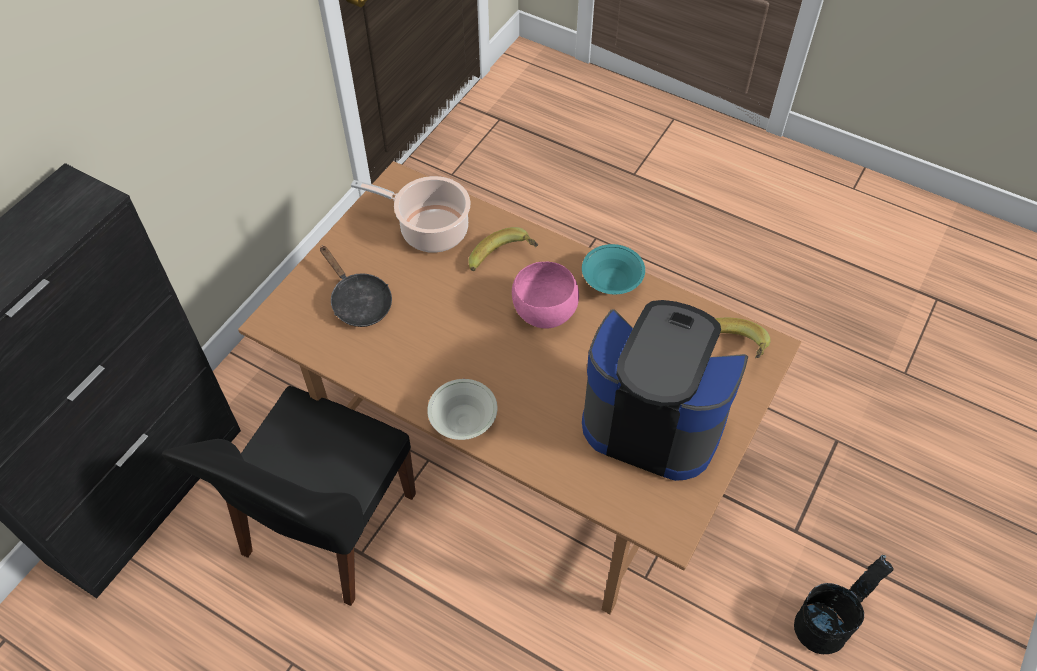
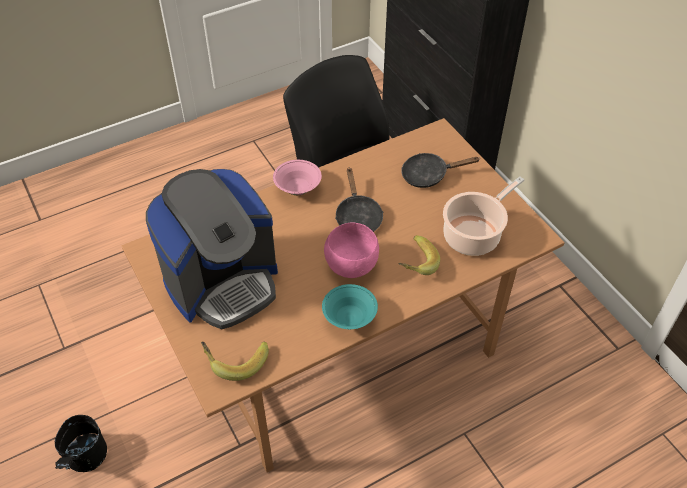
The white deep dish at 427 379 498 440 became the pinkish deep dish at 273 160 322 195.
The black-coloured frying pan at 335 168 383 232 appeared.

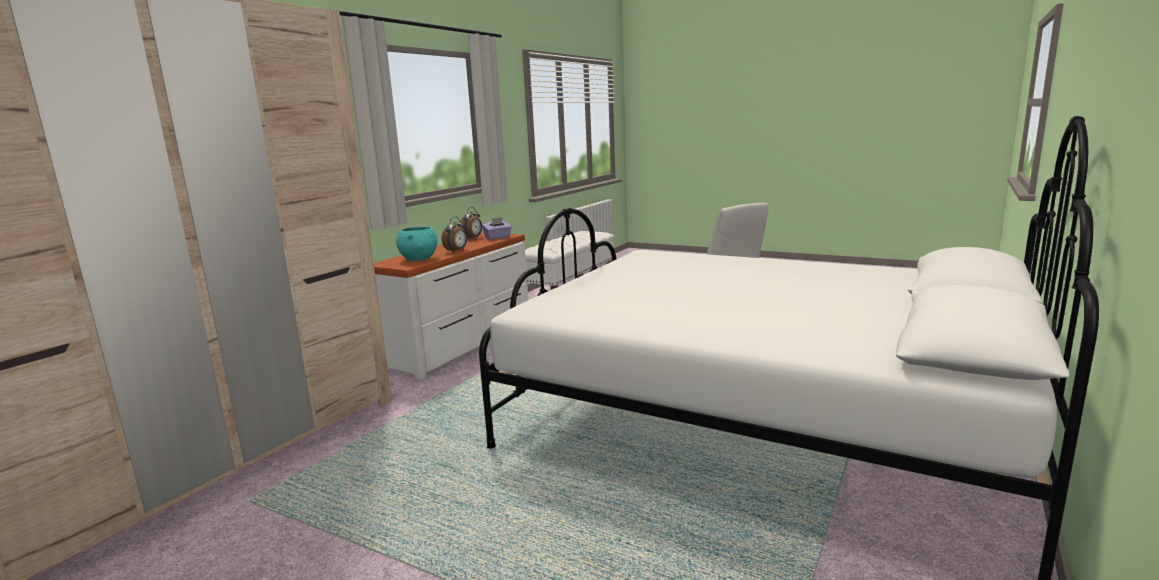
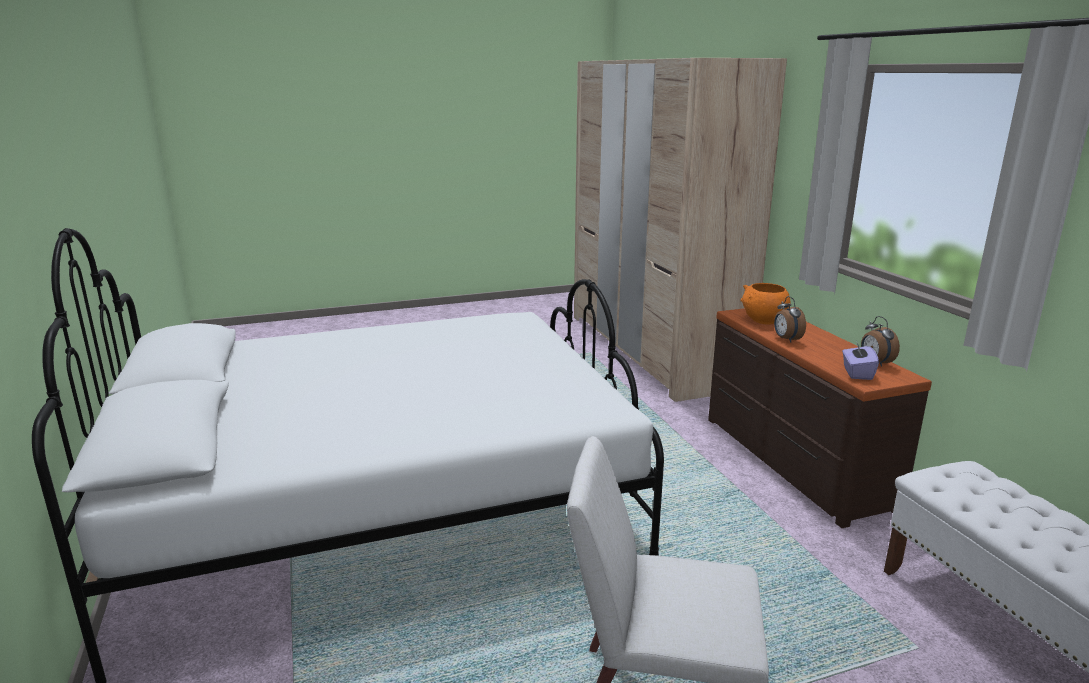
The white chest of drawers at 374 233 528 380 became the brown-coloured chest of drawers at 708 308 932 528.
The turquoise deep dish at 396 227 438 261 became the orange-coloured deep dish at 741 283 790 325.

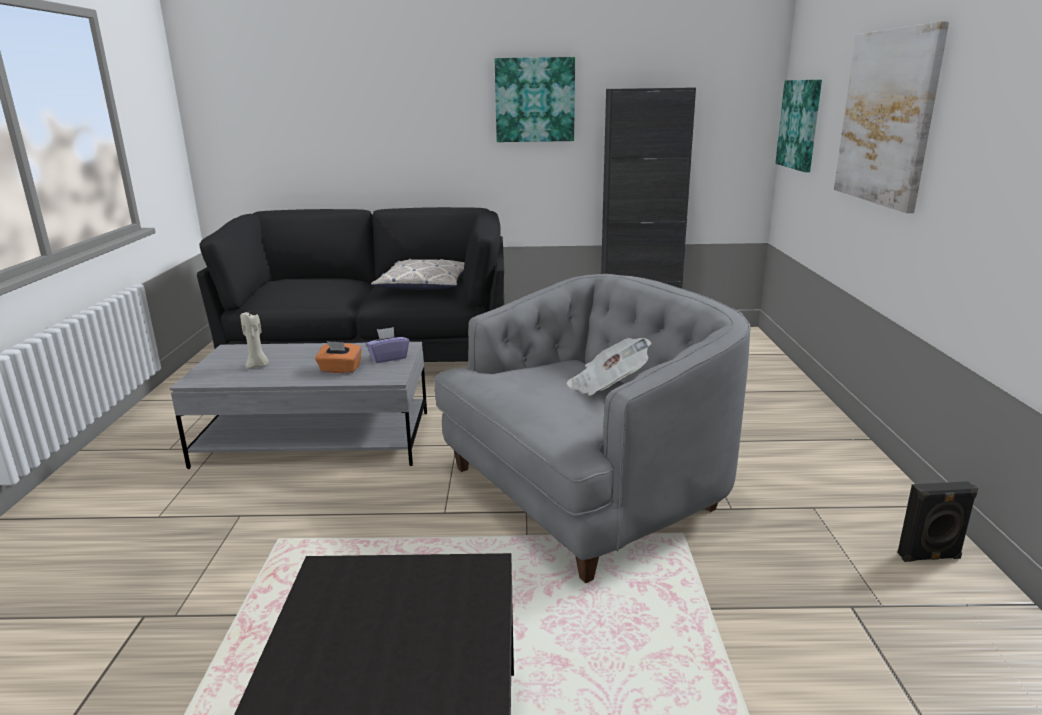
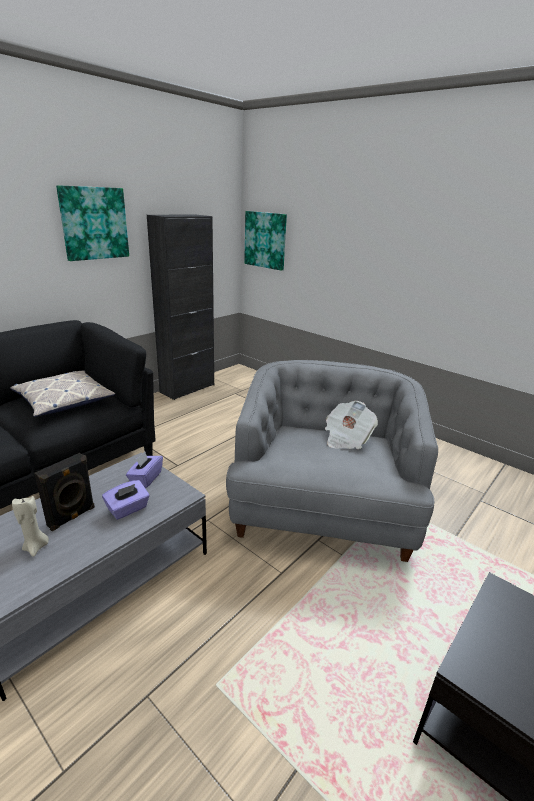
The orange-coloured tissue box at 315 341 362 373 became the purple-coloured tissue box at 102 480 150 520.
The picture at 834 21 949 213 disappeared.
The black-coloured loudspeaker moved from 897 481 978 562 to 34 453 95 531.

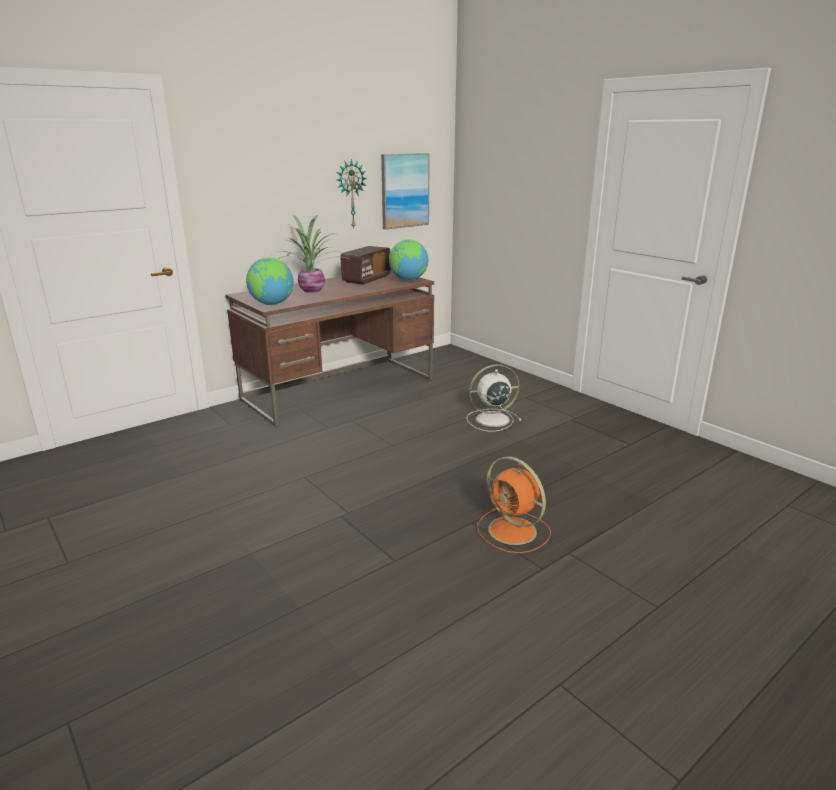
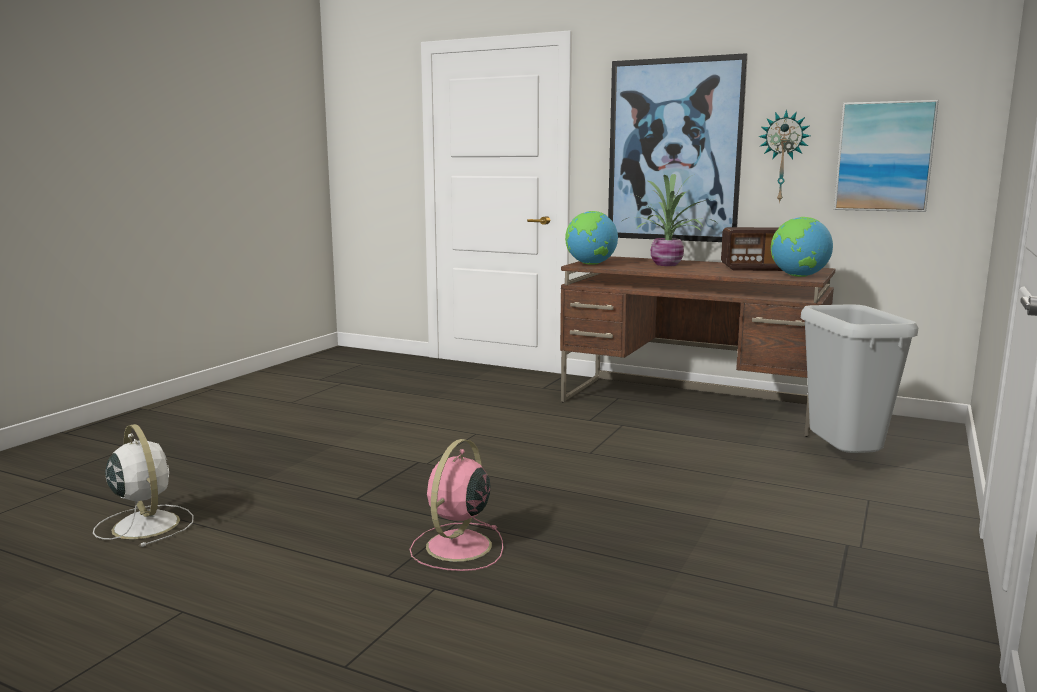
The white electric fan moved from 466 364 521 432 to 93 424 193 547.
The orange-coloured electric fan at 477 456 551 553 became the pinkish electric fan at 410 439 503 571.
The picture at 608 53 748 242 appeared.
The grey rubbish bin at 801 304 918 453 appeared.

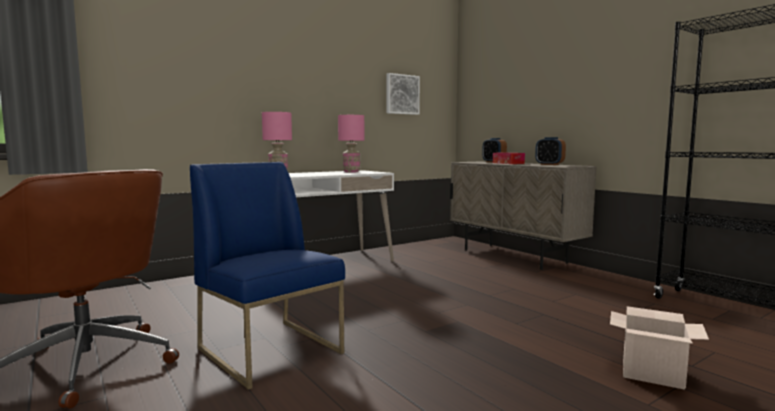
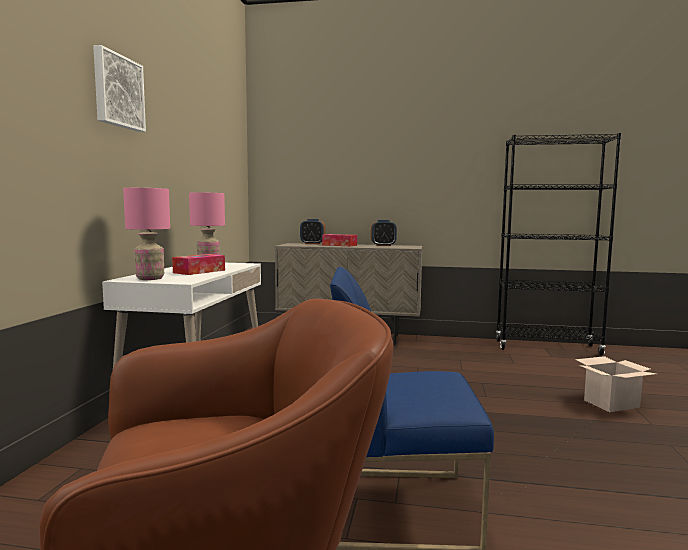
The picture moved from 386 73 420 115 to 93 45 146 132.
The tissue box at 172 254 225 275 appeared.

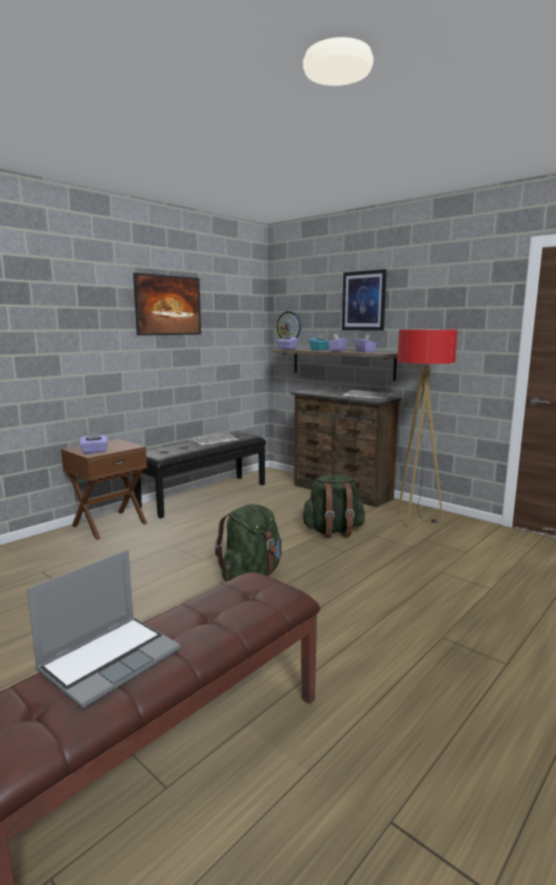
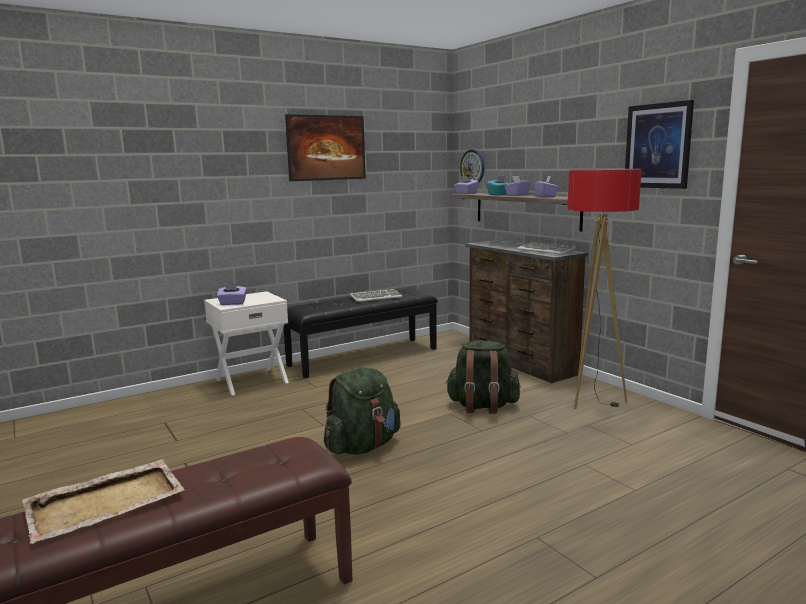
The portable computer at 27 550 180 709 was replaced by the beige tray at 22 459 185 544.
The brown-coloured night table at 61 439 147 540 became the white night table at 204 291 289 396.
The picture moved from 342 269 387 331 to 625 100 694 189.

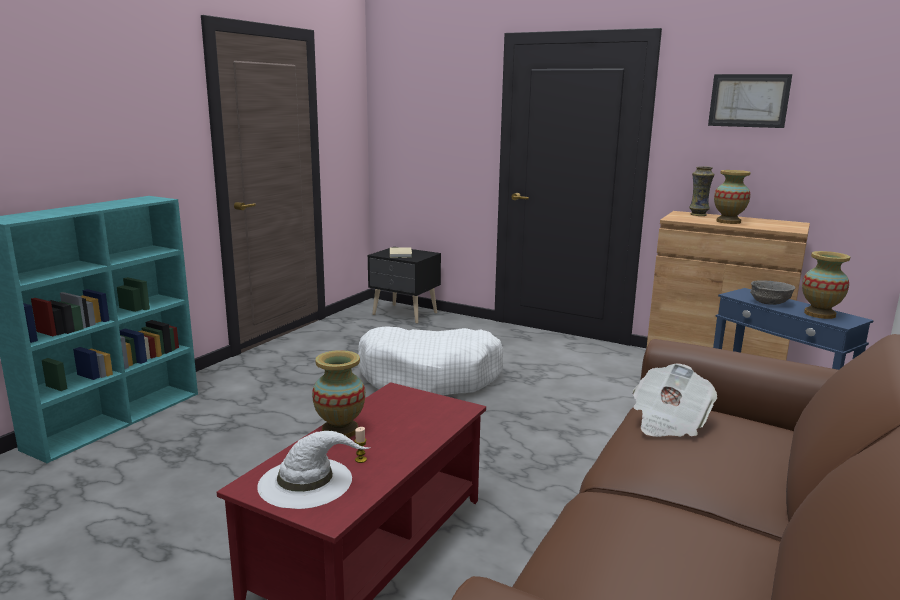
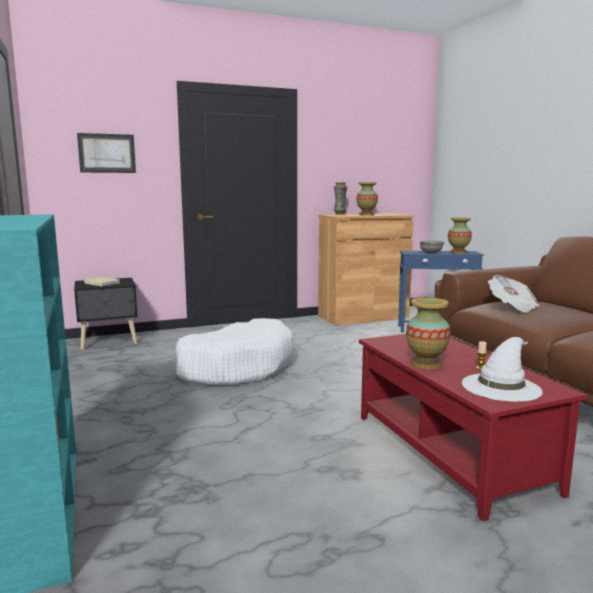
The picture moved from 708 74 792 128 to 77 133 136 173.

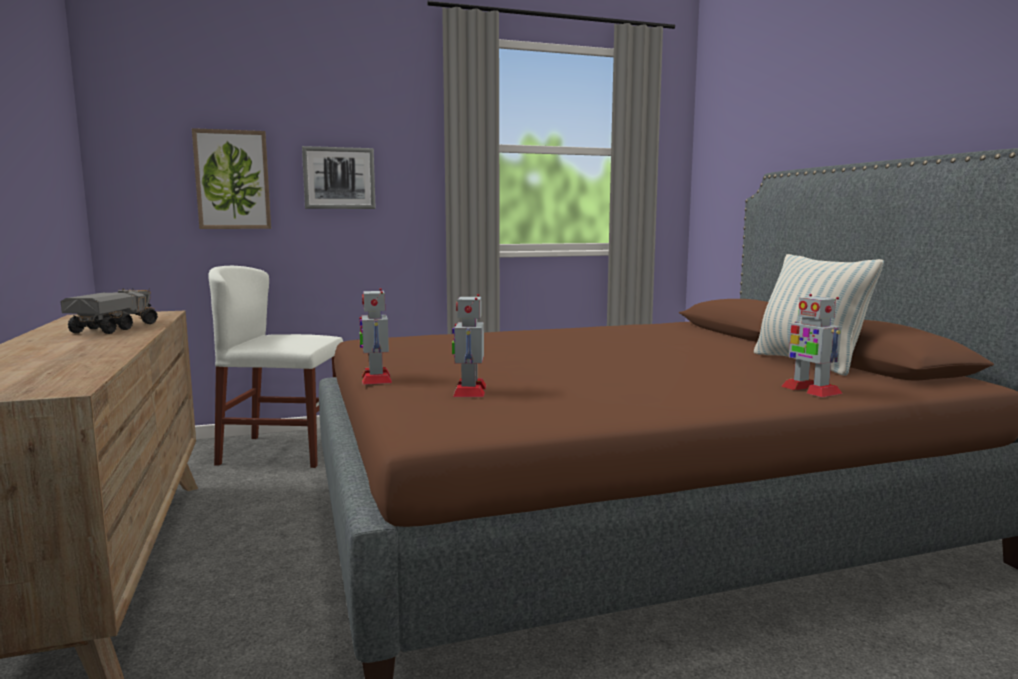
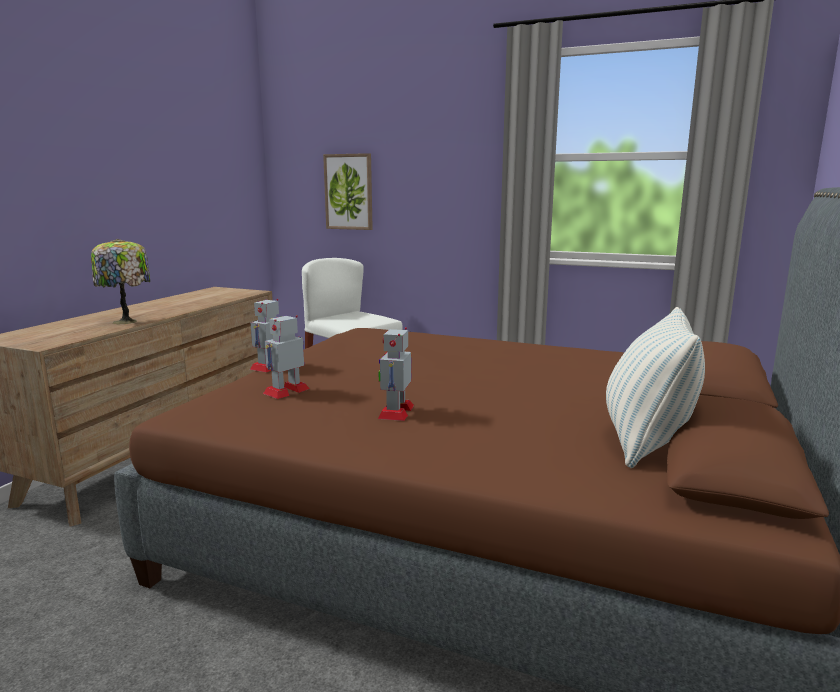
The model truck at 60 288 158 334 disappeared.
The picture at 302 146 376 209 disappeared.
The model robot moved from 781 294 843 397 to 378 327 414 421.
The lamp for a table at 91 239 150 324 appeared.

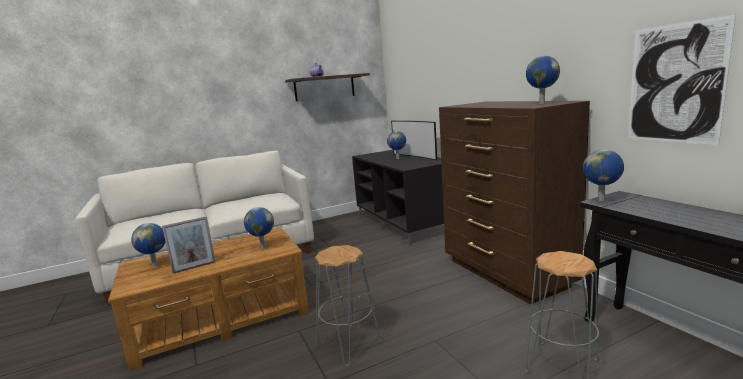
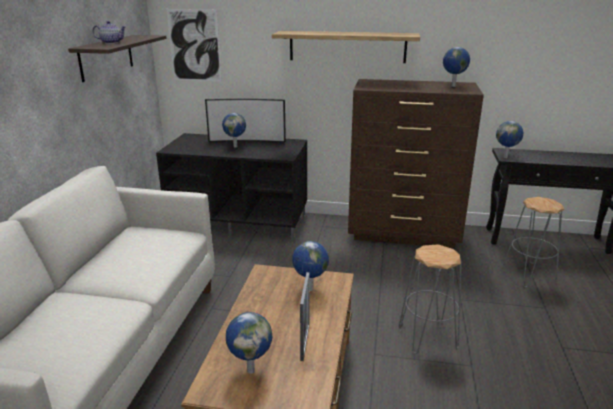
The picture moved from 628 14 736 145 to 167 9 222 81.
The bracket shelf at 272 31 420 63 appeared.

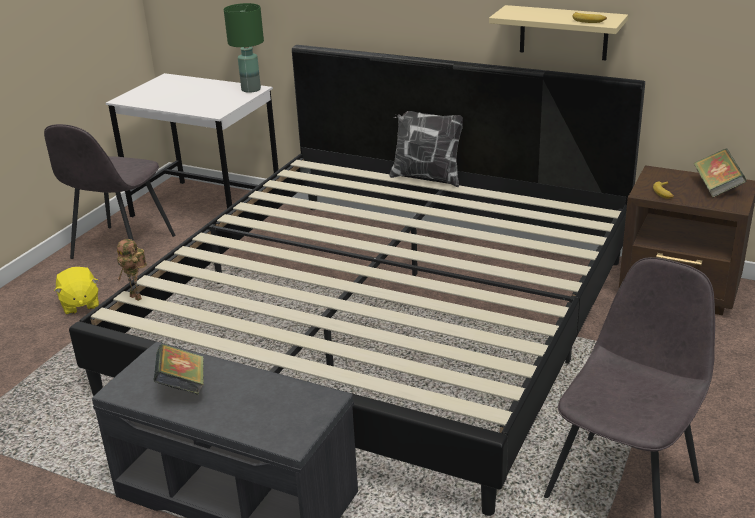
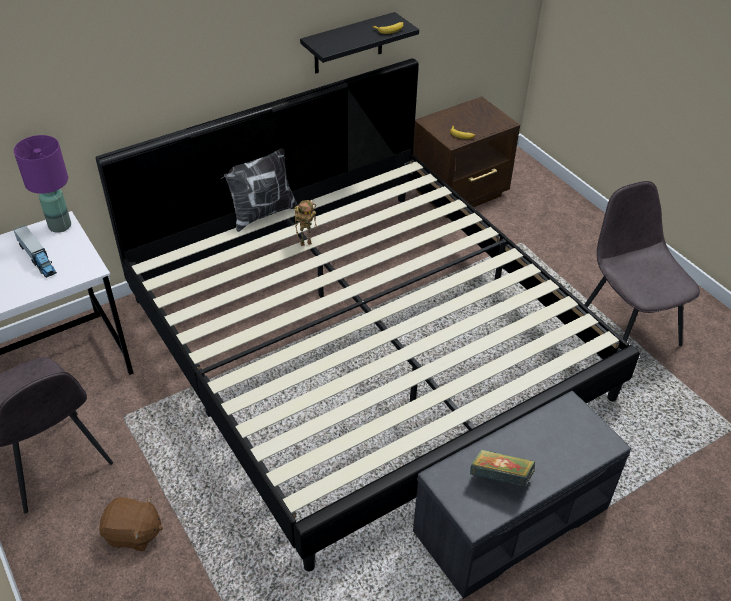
The yellow-coloured soft toy at 54 267 99 315 became the brown-coloured soft toy at 99 497 163 551.
The model robot moved from 117 239 147 301 to 295 200 317 246.
The greenish lamp for a table at 224 3 264 93 became the purple-coloured lamp for a table at 14 135 71 233.
The beige bracket shelf at 489 5 628 61 became the black-coloured bracket shelf at 300 12 419 73.
The book at 693 148 746 197 disappeared.
The model truck at 14 225 57 278 appeared.

